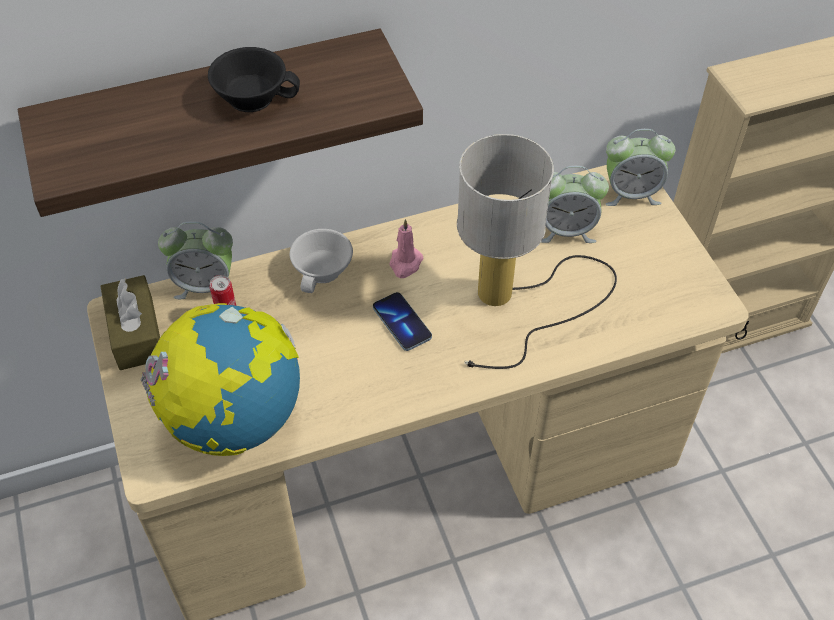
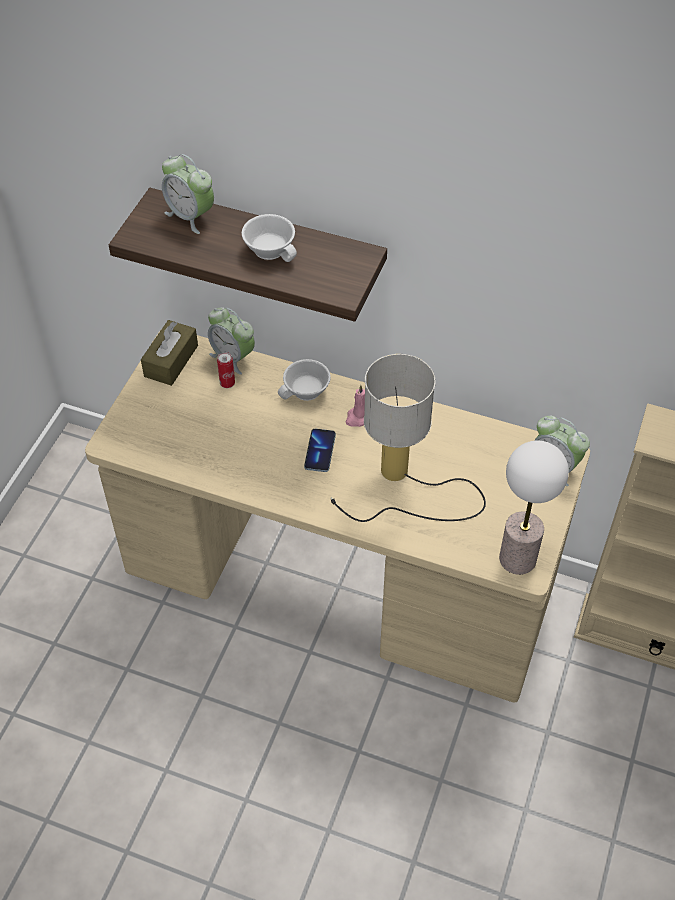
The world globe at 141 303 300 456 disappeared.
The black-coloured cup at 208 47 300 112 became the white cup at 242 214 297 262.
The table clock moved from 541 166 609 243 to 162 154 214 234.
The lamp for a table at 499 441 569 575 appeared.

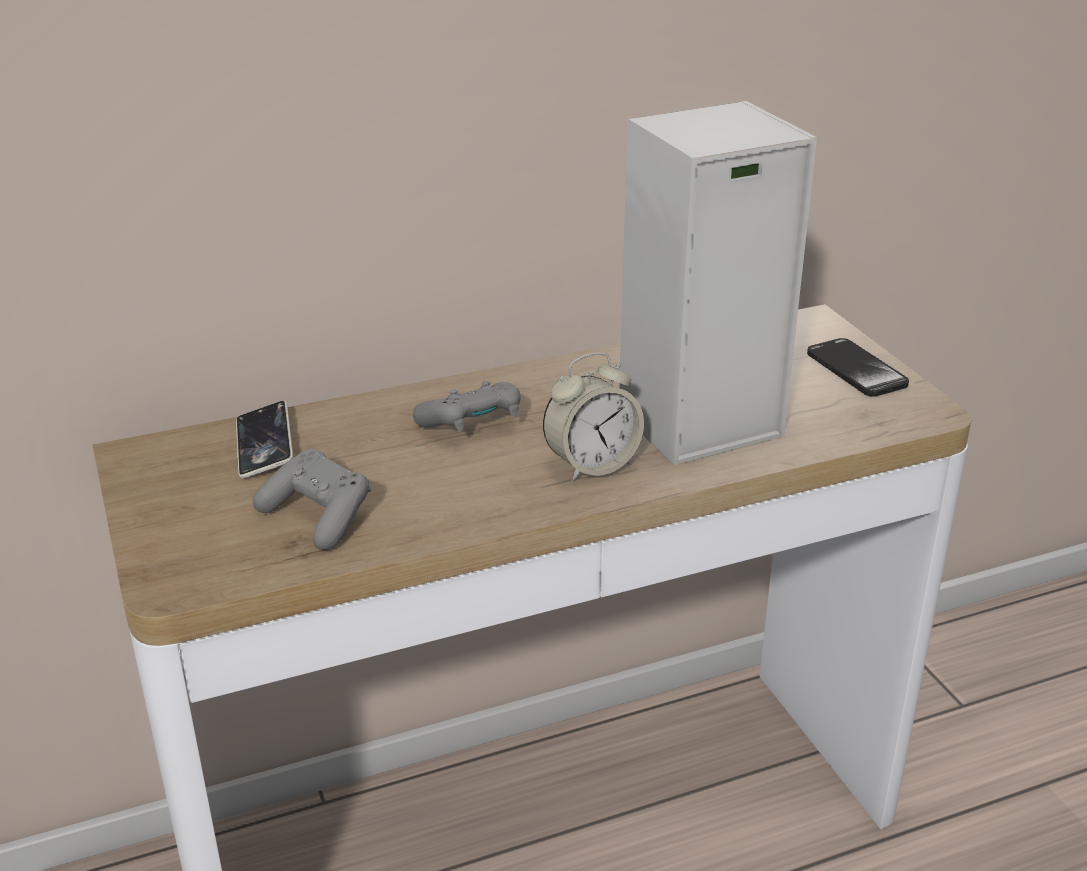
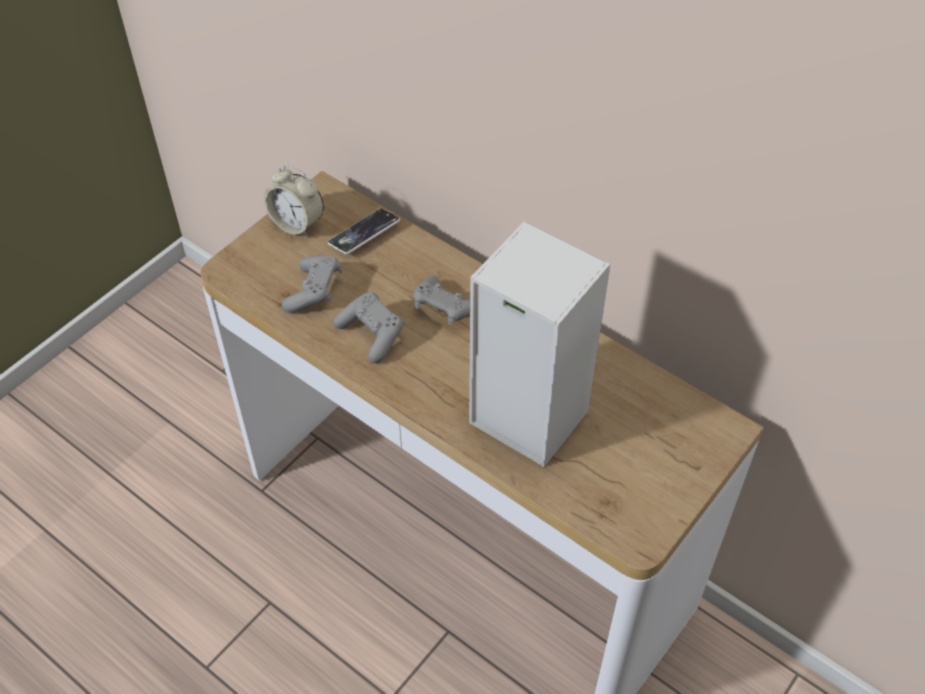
The table clock moved from 543 352 644 481 to 264 165 324 237.
The phone at 807 338 909 397 disappeared.
The grey gamepad at 333 292 404 363 appeared.

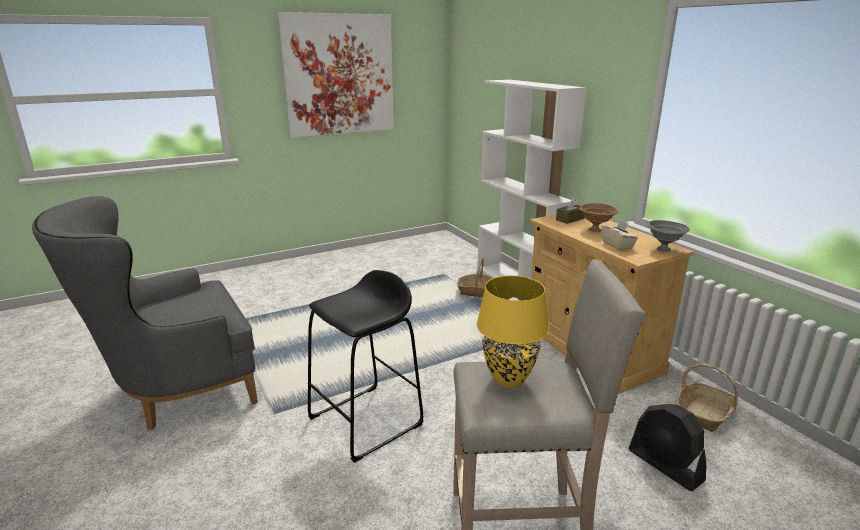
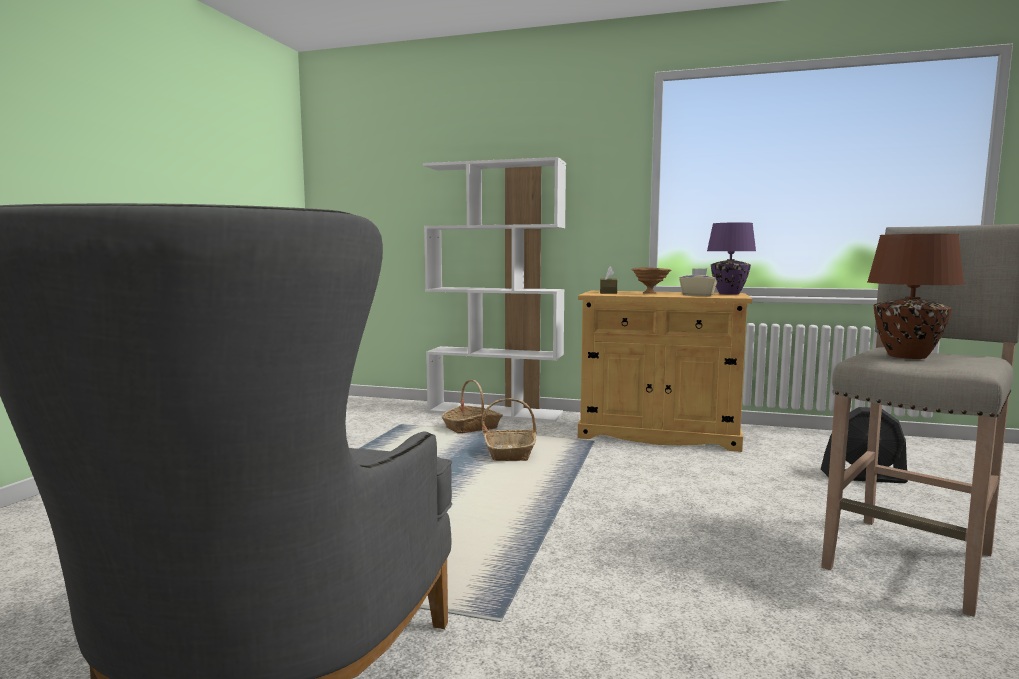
The picture at 277 12 394 138 disappeared.
The black-coloured sitting stool at 308 270 423 463 disappeared.
The yellow-coloured lamp for a table at 477 275 549 388 became the brown-coloured lamp for a table at 867 234 964 359.
The grey deep dish at 647 220 690 252 was replaced by the purple-coloured lamp for a table at 707 222 756 295.
The storage basket moved from 676 364 738 432 to 481 398 536 461.

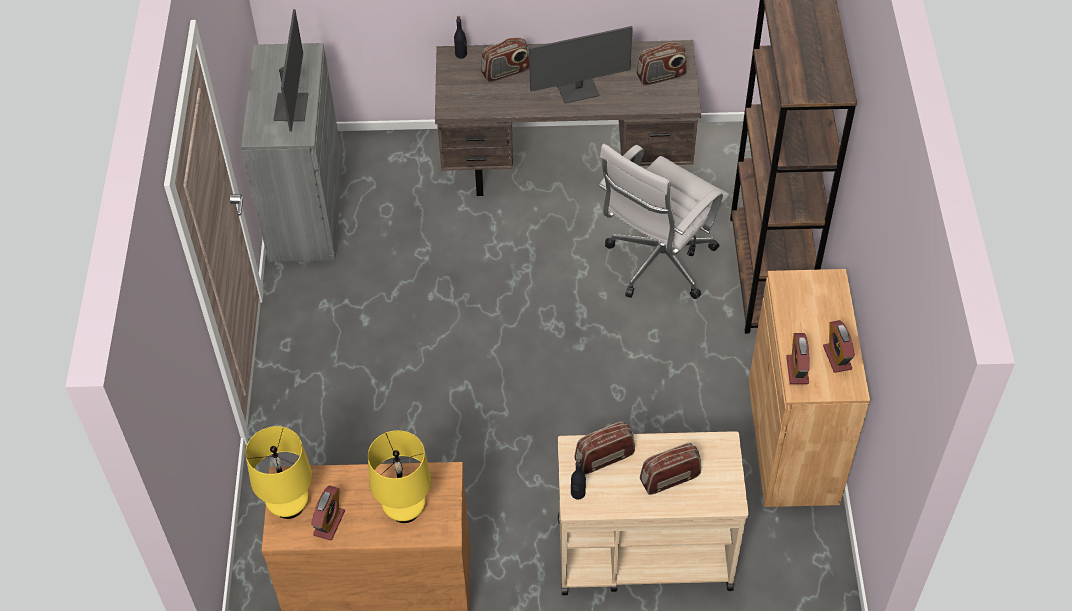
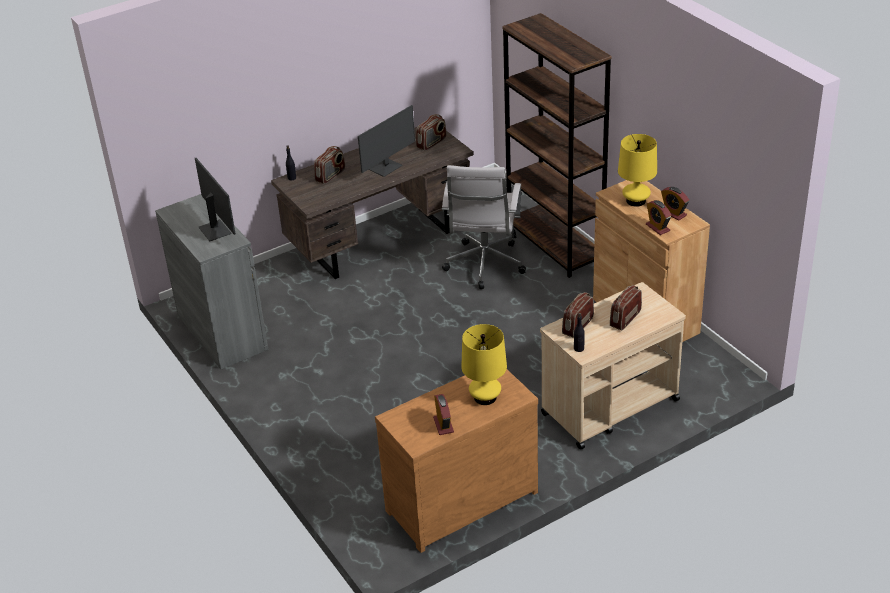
The yellow-coloured lamp for a table moved from 245 426 312 519 to 618 134 657 207.

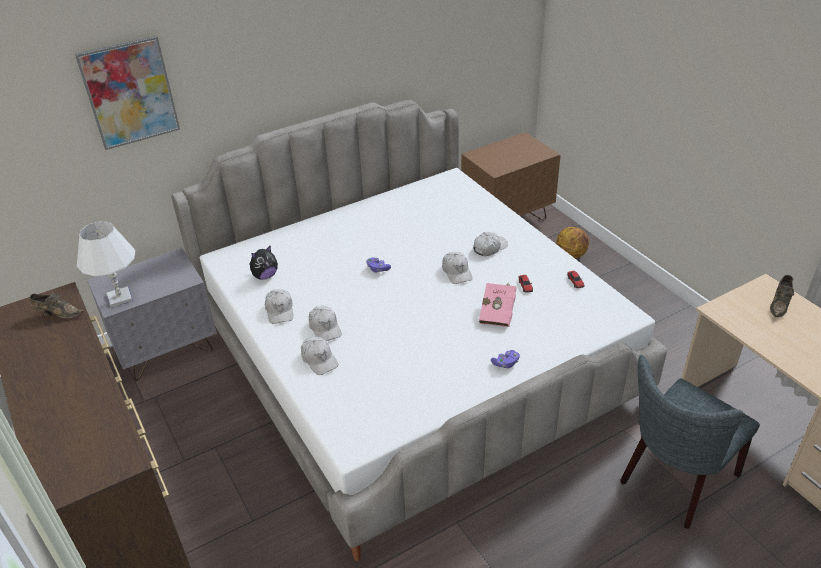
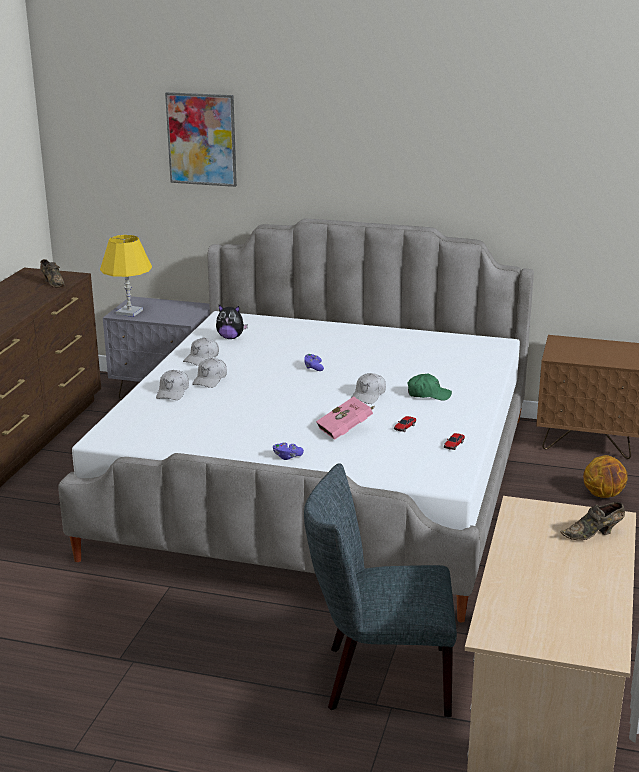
The white lamp for a table at 77 221 135 307 became the yellow-coloured lamp for a table at 100 235 152 317.
The white peaked cap at 473 232 508 256 became the greenish peaked cap at 408 374 452 401.

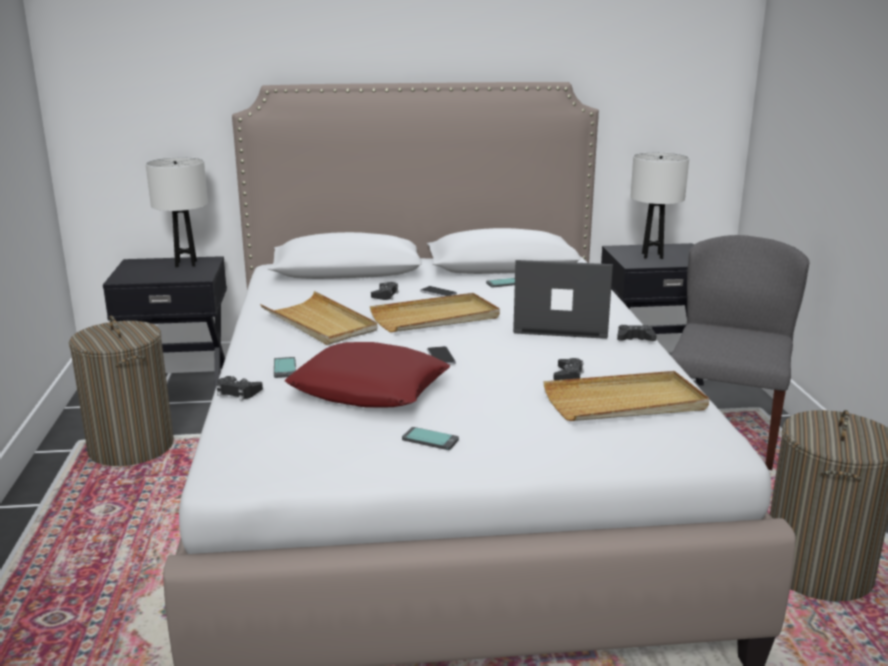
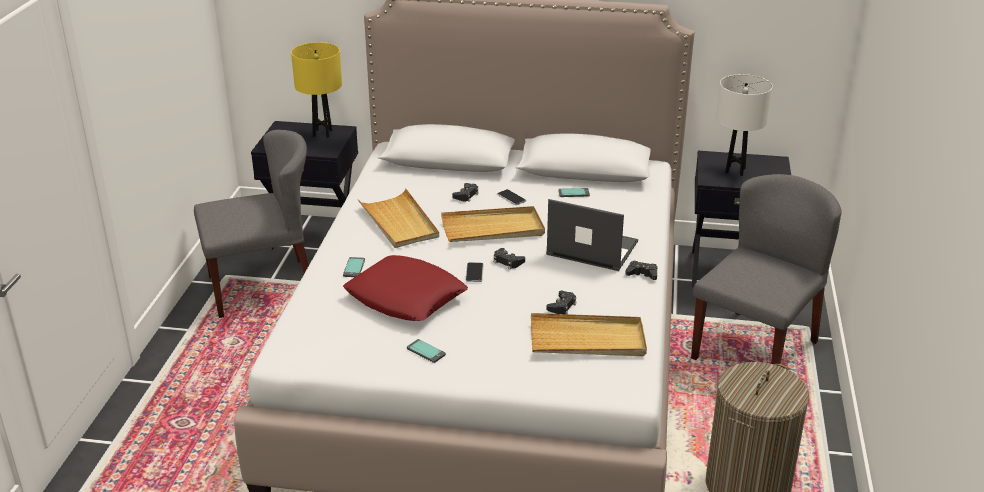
The washing basket at 69 316 174 466 was replaced by the grey upright chair at 194 130 309 318.
The white lamp for a table at 146 157 208 267 became the yellow-coloured lamp for a table at 291 42 342 137.
The black-coloured gamepad moved from 217 376 263 401 to 493 248 525 270.

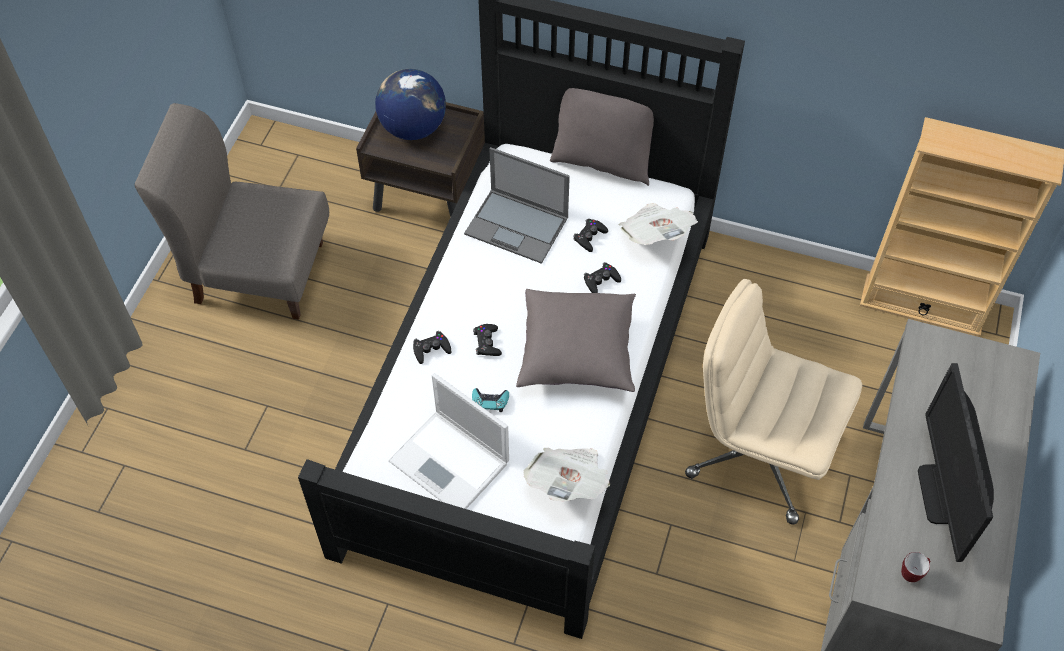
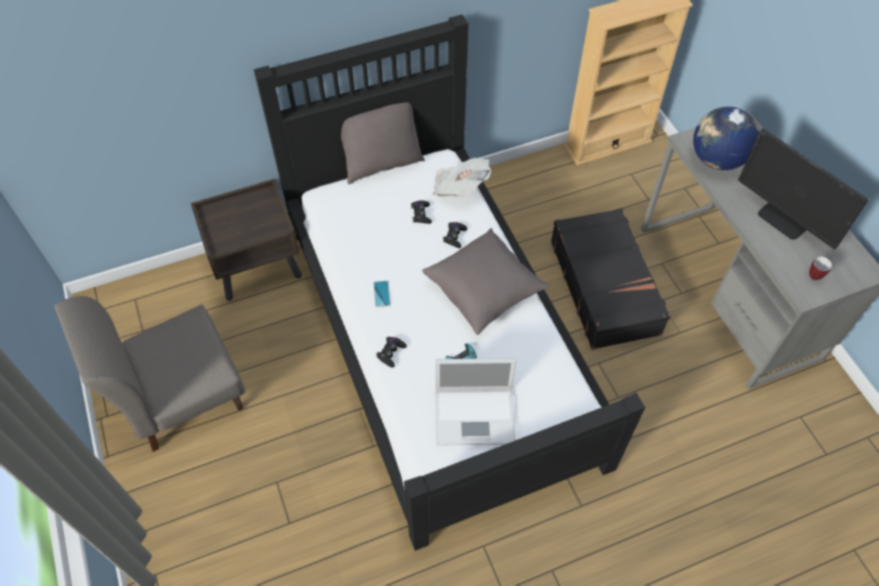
The world globe moved from 375 69 446 140 to 693 107 759 170.
The portable computer at 464 147 570 264 disappeared.
The black-coloured gamepad at 473 324 502 356 disappeared.
The printed paper at 523 448 610 501 disappeared.
The beige desk chair at 685 279 862 525 was replaced by the black-coloured suitcase at 551 208 671 350.
The phone at 373 281 391 308 appeared.

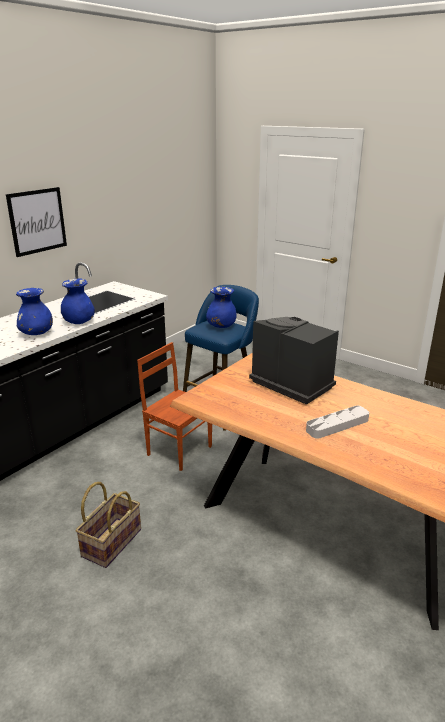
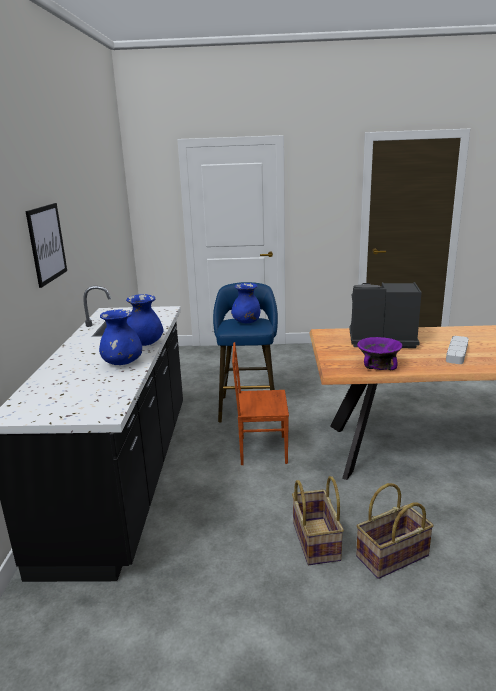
The storage basket at 356 483 434 579 appeared.
The purple-coloured deep dish at 357 337 403 370 appeared.

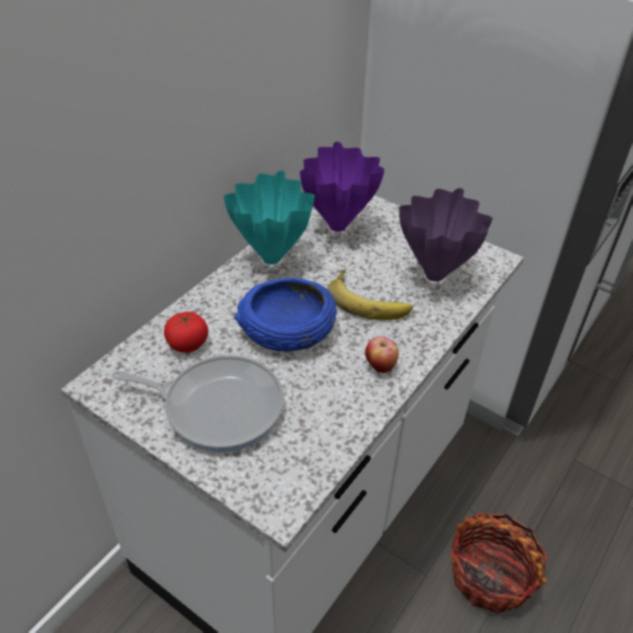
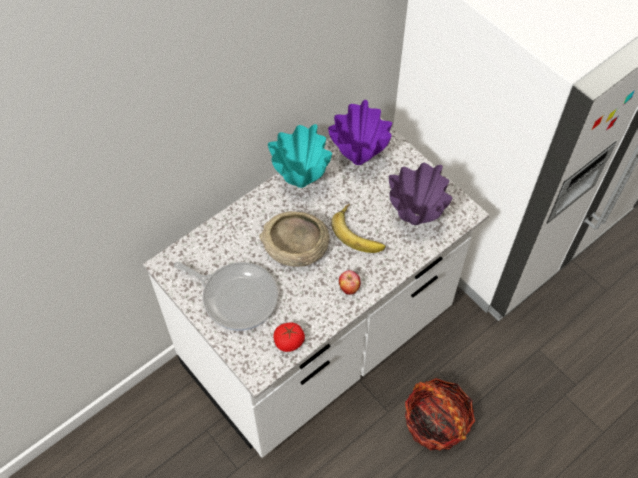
The whole tomato moved from 164 312 208 353 to 273 323 305 352.
The bluish deep dish at 234 278 337 351 became the beige deep dish at 259 211 330 267.

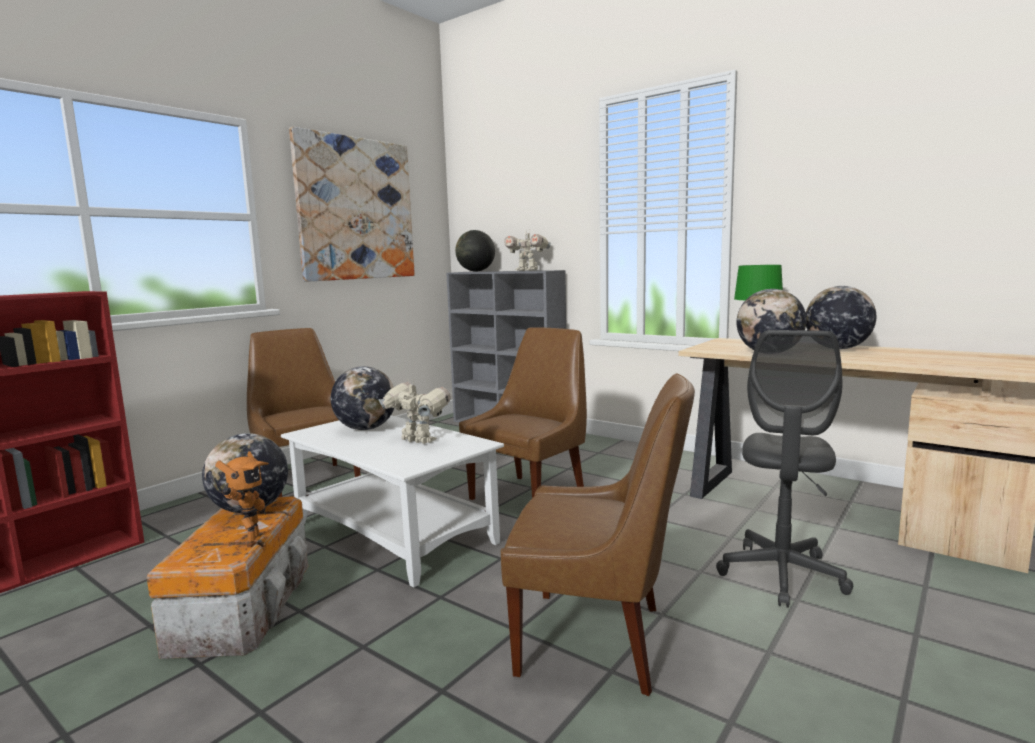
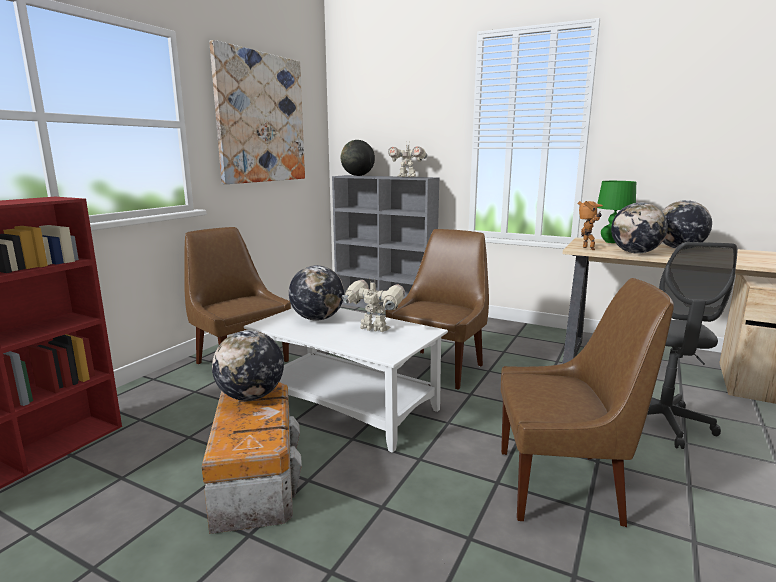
The model robot moved from 215 451 269 548 to 578 201 603 250.

